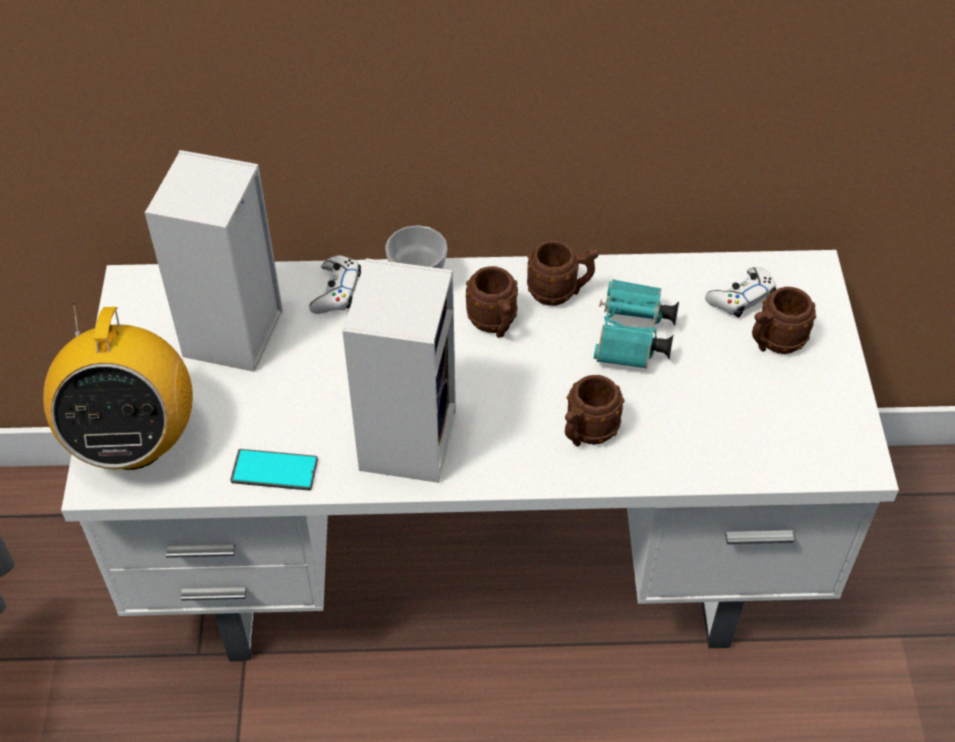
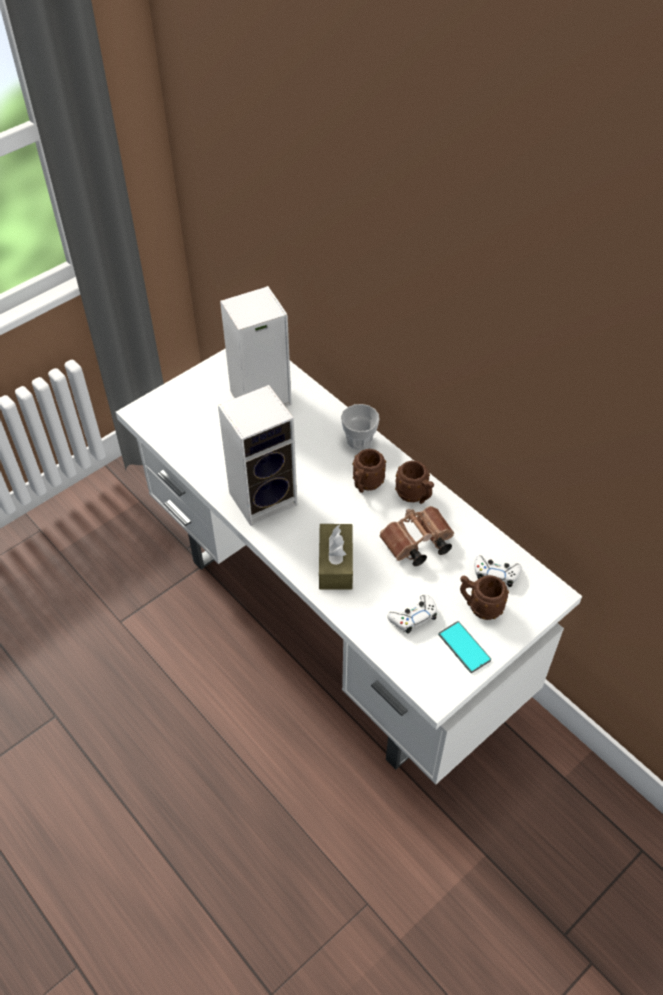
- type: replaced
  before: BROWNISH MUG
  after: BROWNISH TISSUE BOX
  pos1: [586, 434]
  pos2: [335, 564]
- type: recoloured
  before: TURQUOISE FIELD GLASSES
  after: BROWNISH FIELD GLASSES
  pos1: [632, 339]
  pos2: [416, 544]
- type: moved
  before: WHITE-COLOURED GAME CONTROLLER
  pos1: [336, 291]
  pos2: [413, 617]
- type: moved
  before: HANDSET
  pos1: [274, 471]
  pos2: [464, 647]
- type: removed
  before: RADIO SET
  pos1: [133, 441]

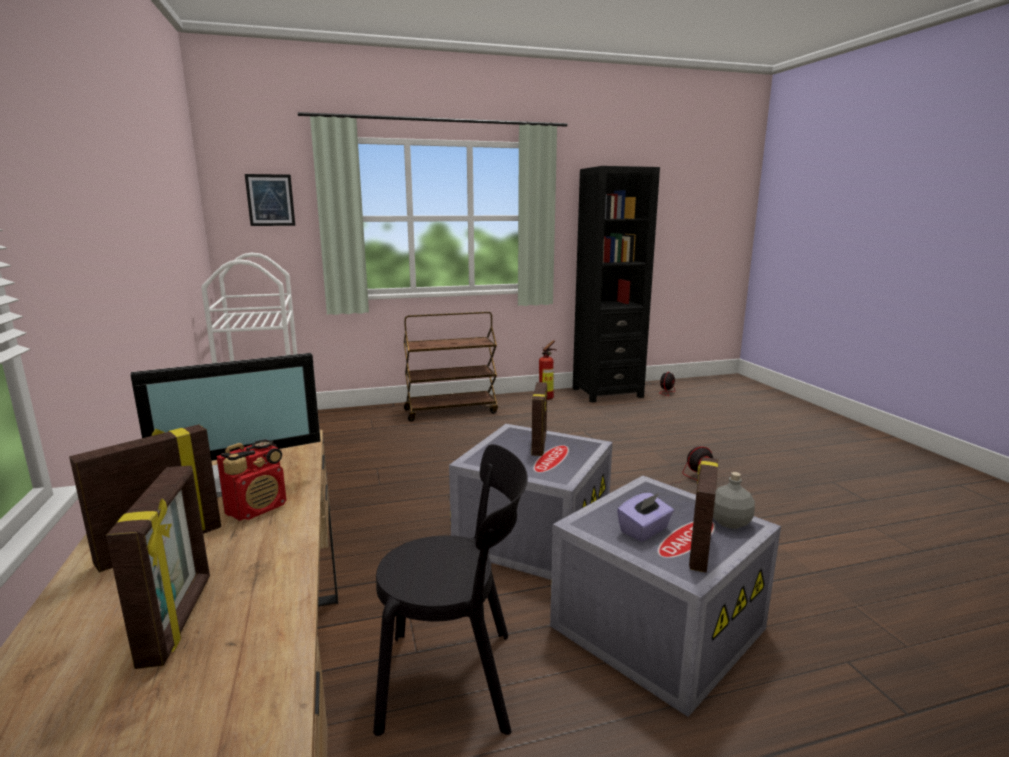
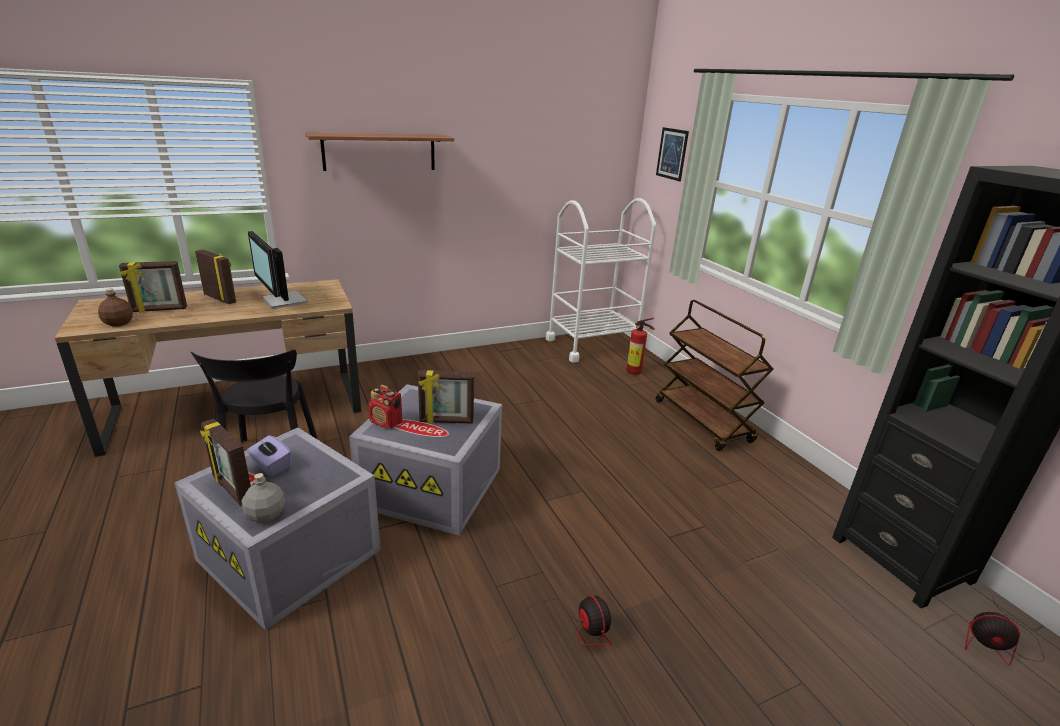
- type: added
  after: BROWNISH DRINK BOTTLE
  pos2: [118, 323]
- type: turned
  before: STANDING FRAME
  pos1: [698, 549]
  pos2: [232, 490]
  turn: -150
- type: added
  after: SHELF
  pos2: [379, 152]
- type: moved
  before: RADIO SET
  pos1: [258, 508]
  pos2: [386, 422]
- type: moved
  before: FIRE EXTINGUISHER
  pos1: [548, 397]
  pos2: [636, 372]

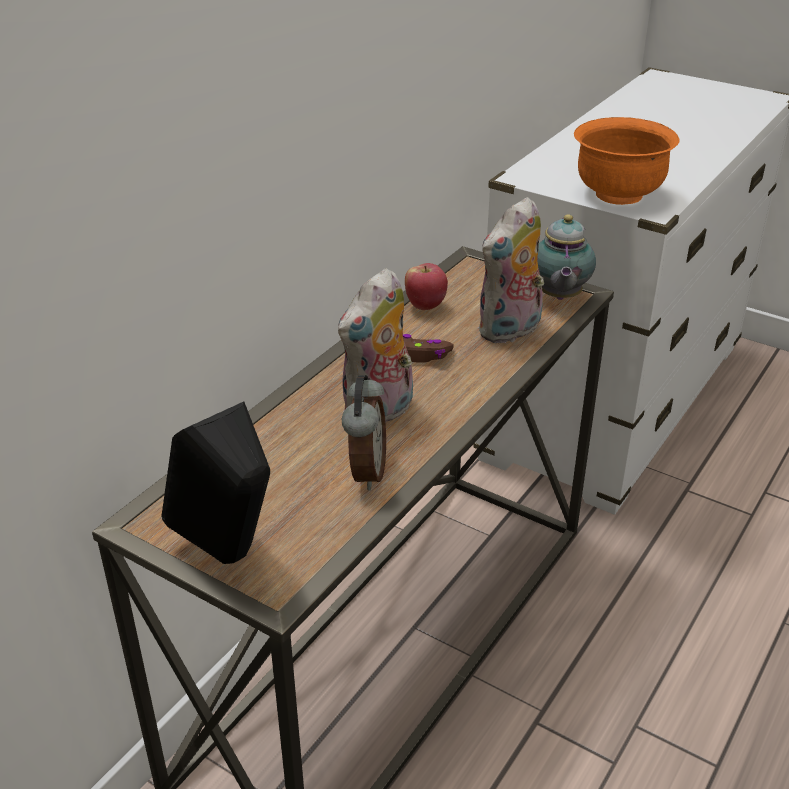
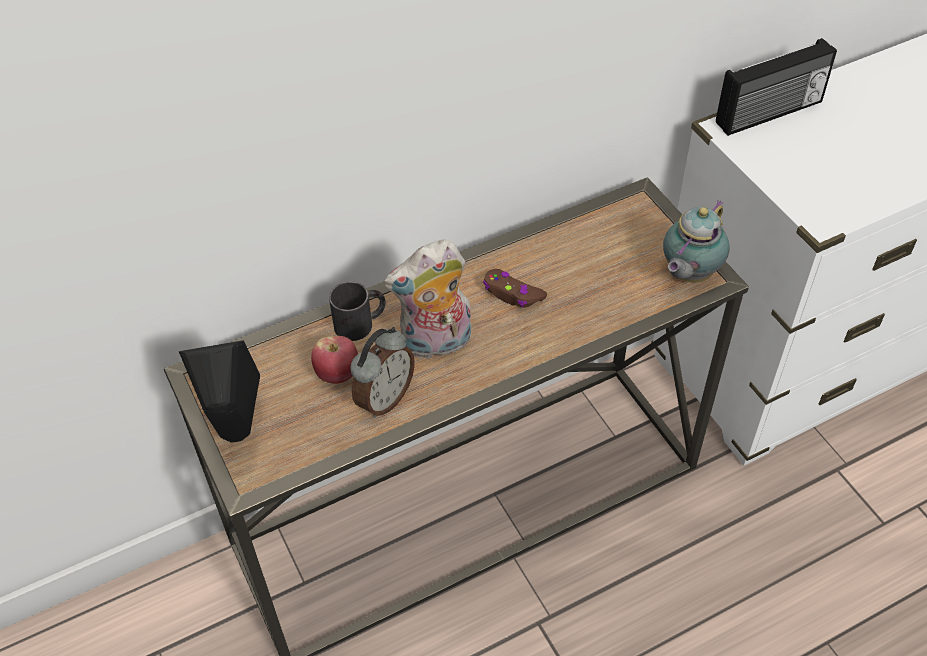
- type: moved
  before: WHOLE APPLE
  pos1: [425, 305]
  pos2: [338, 374]
- type: added
  after: BLACK MUG
  pos2: [361, 323]
- type: added
  after: RADIO SET
  pos2: [770, 113]
- type: removed
  before: CUDDLY TOY
  pos1: [510, 331]
- type: removed
  before: ORANGE DEEP DISH
  pos1: [618, 194]

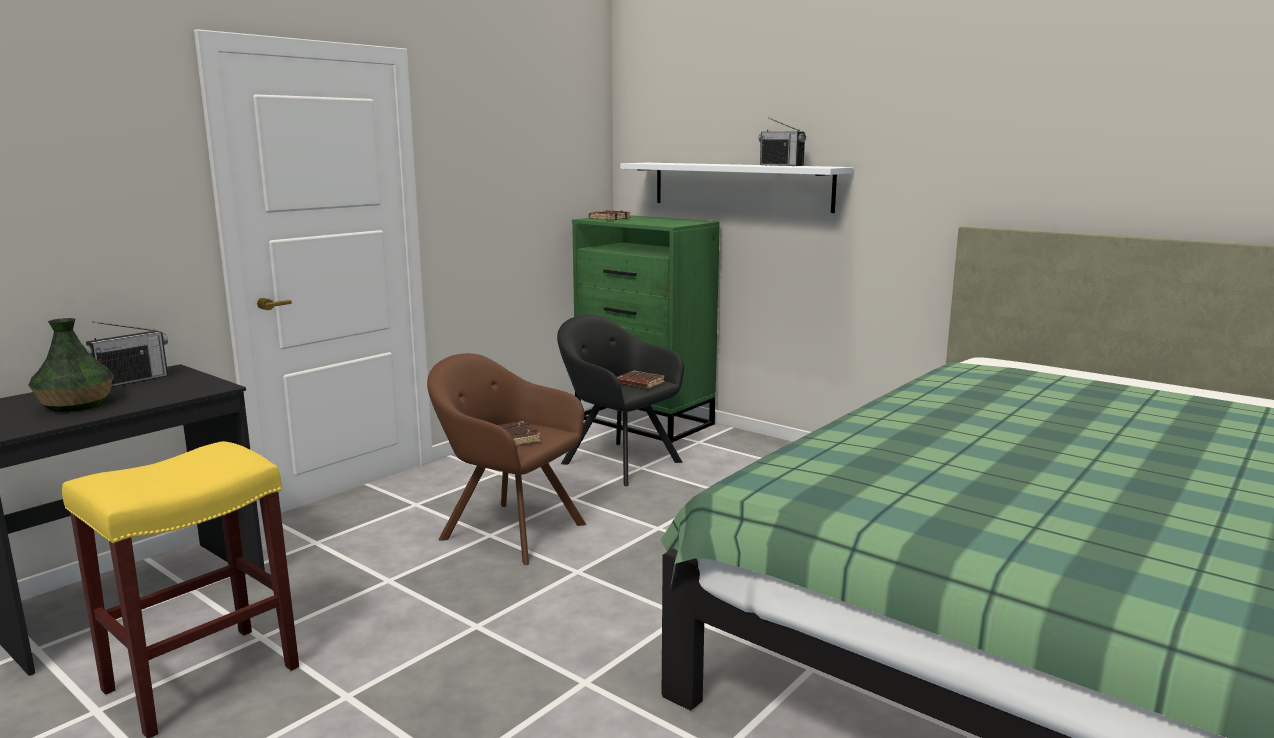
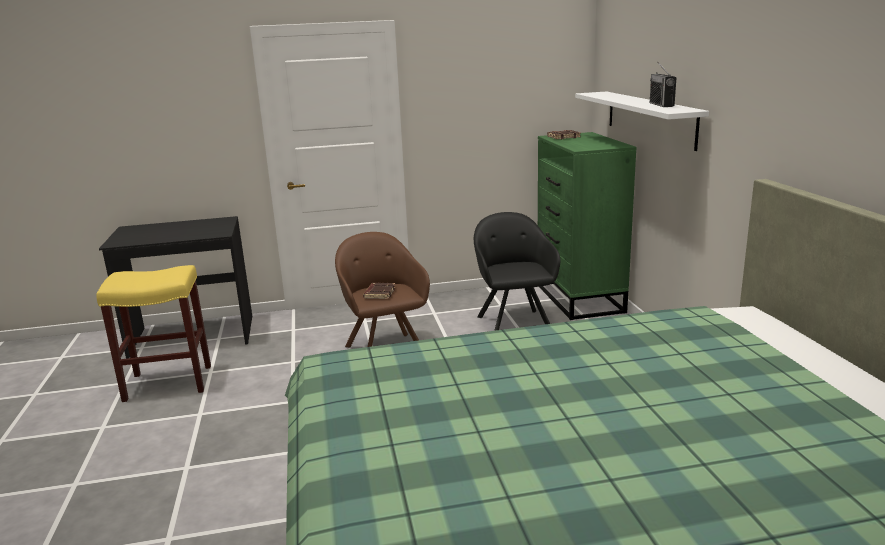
- type: removed
  before: DECORATIVE VASE
  pos1: [77, 405]
- type: removed
  before: RADIO SET
  pos1: [131, 381]
- type: removed
  before: BROWNISH BOOK
  pos1: [639, 383]

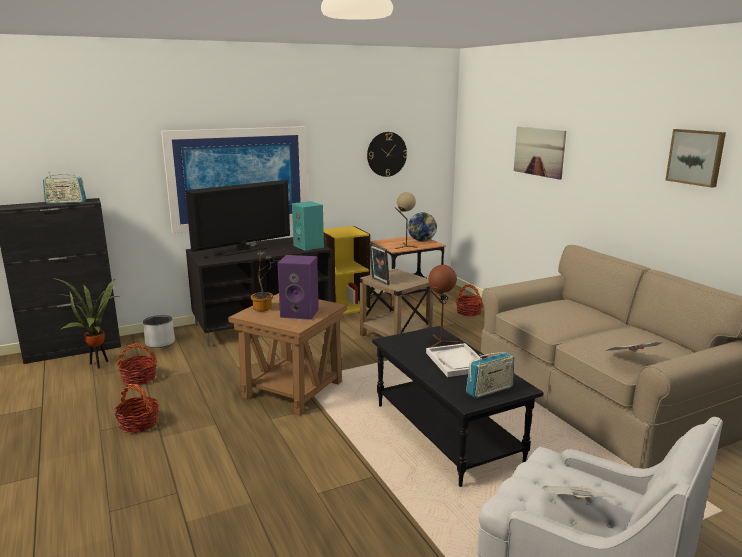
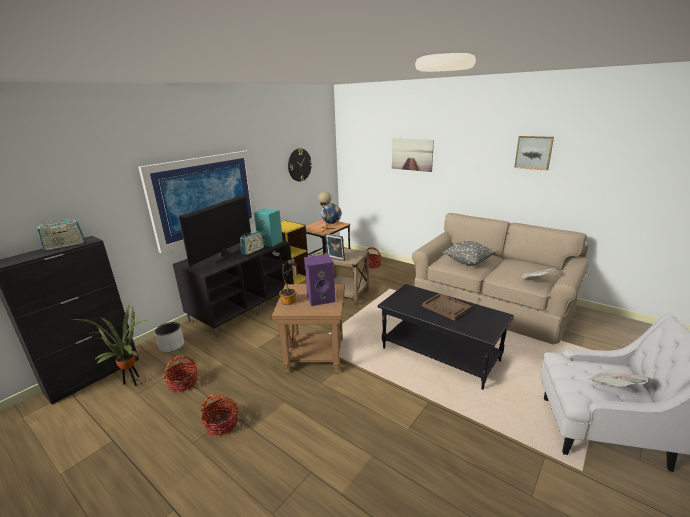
- type: moved
  before: RADIO SET
  pos1: [490, 390]
  pos2: [253, 251]
- type: recoloured
  before: WHITE-COLOURED CARRYING TRAY
  after: BROWNISH CARRYING TRAY
  pos1: [457, 362]
  pos2: [446, 307]
- type: added
  after: GREYISH CUSHION
  pos2: [468, 262]
- type: removed
  before: BROWNISH TABLE LAMP
  pos1: [439, 342]

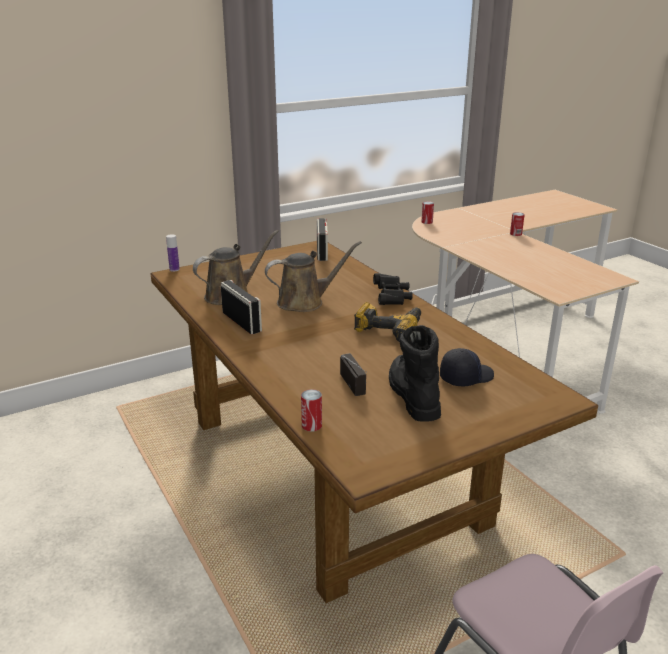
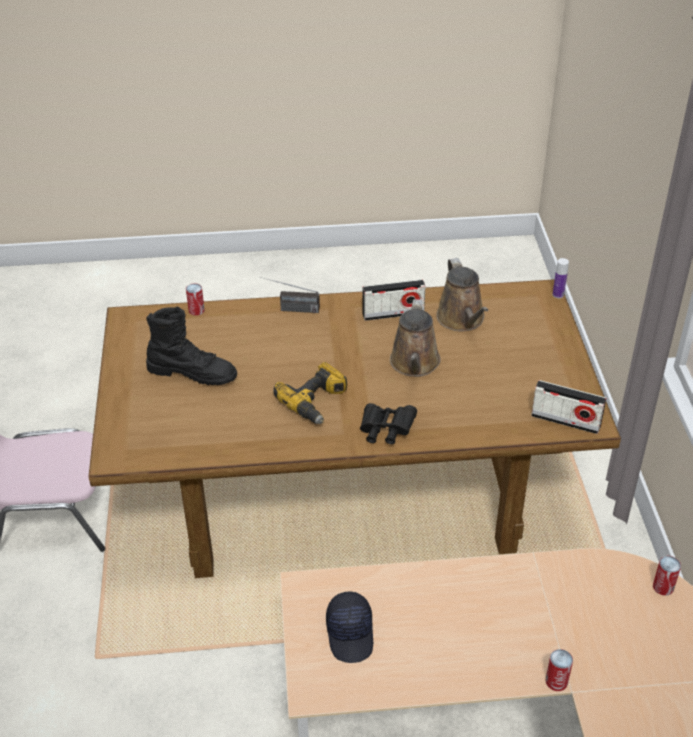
- type: moved
  before: RADIO SET
  pos1: [358, 390]
  pos2: [289, 309]
- type: moved
  before: BLACK BASEBALL CAP
  pos1: [465, 377]
  pos2: [351, 634]

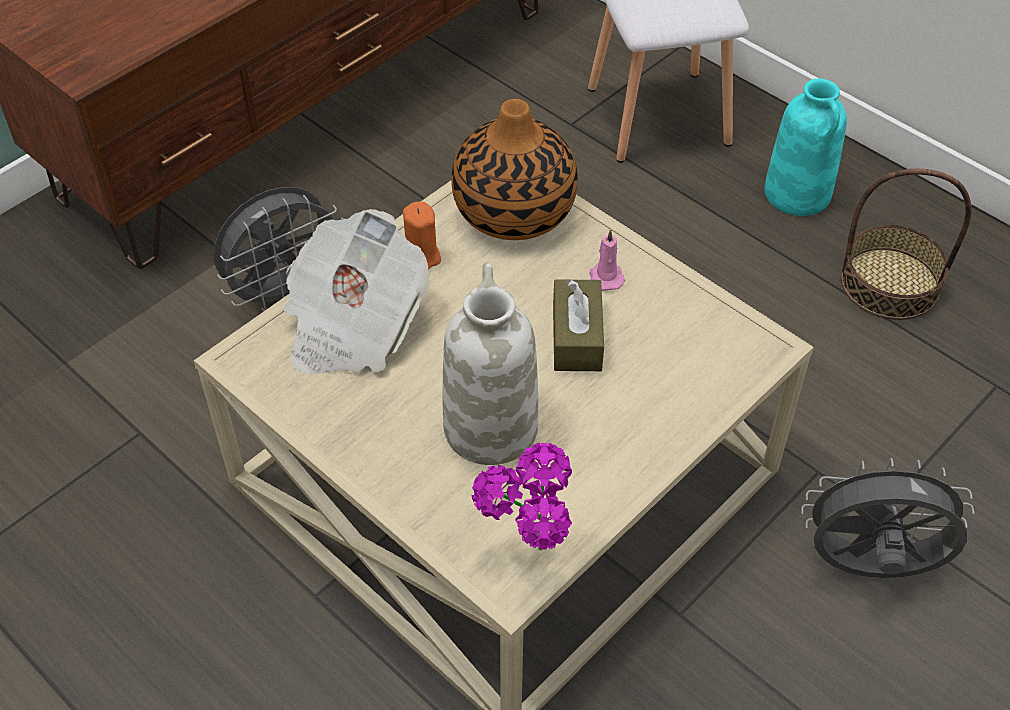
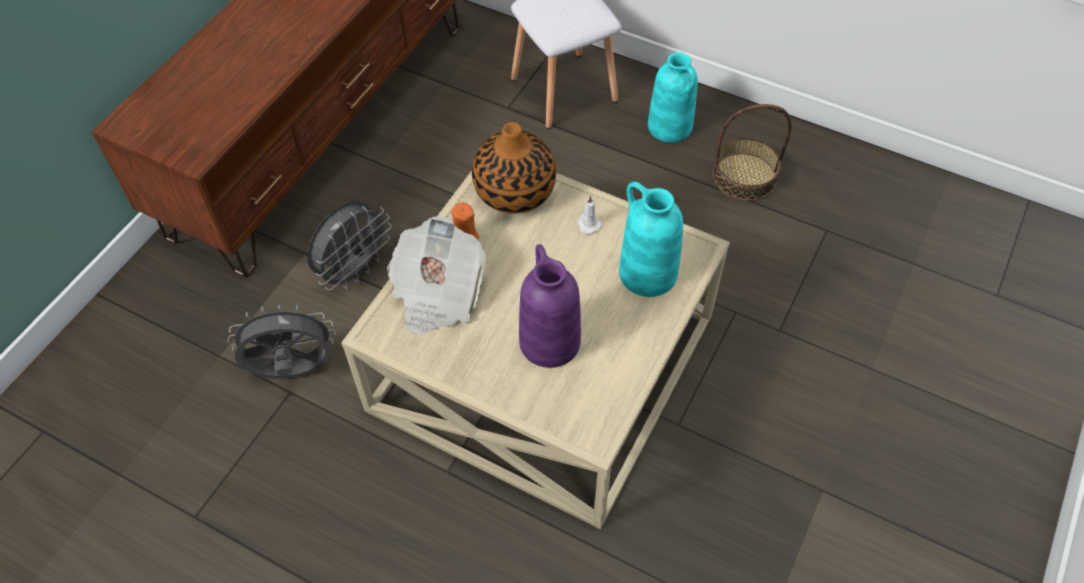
- type: moved
  before: GREYISH FAN
  pos1: [869, 569]
  pos2: [293, 372]
- type: recoloured
  before: WHITE-COLOURED DECORATIVE VASE
  after: PURPLISH DECORATIVE VASE
  pos1: [489, 426]
  pos2: [548, 341]
- type: recoloured
  before: PINK WAX LIGHT
  after: WHITE-COLOURED WAX LIGHT
  pos1: [605, 276]
  pos2: [588, 223]
- type: added
  after: TURQUOISE DECORATIVE VASE
  pos2: [646, 273]
- type: removed
  before: POTTED PLANT
  pos1: [527, 563]
- type: removed
  before: BROWNISH TISSUE BOX
  pos1: [577, 337]

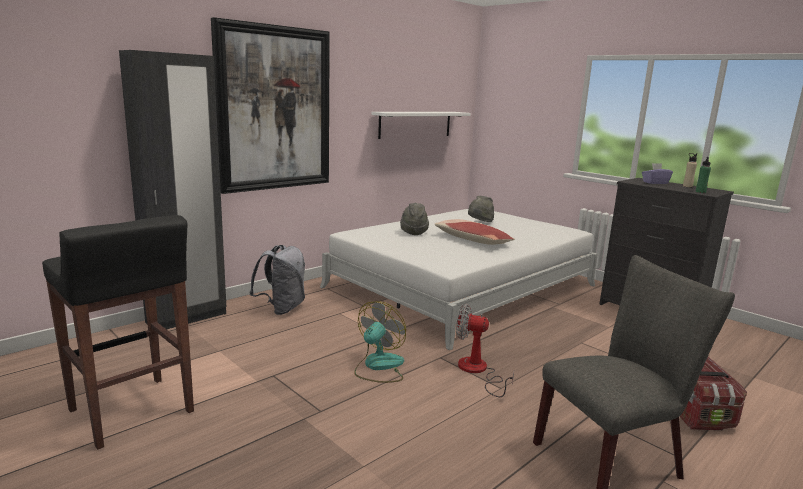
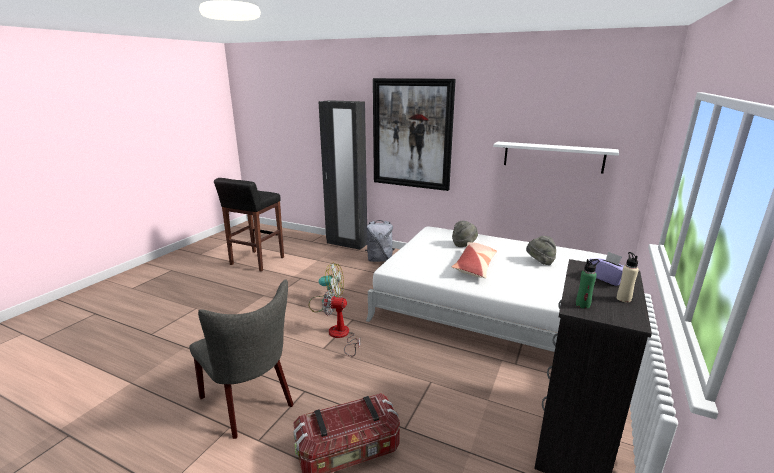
- type: turned
  before: FAN
  pos1: [477, 371]
  pos2: [342, 336]
  turn: -75

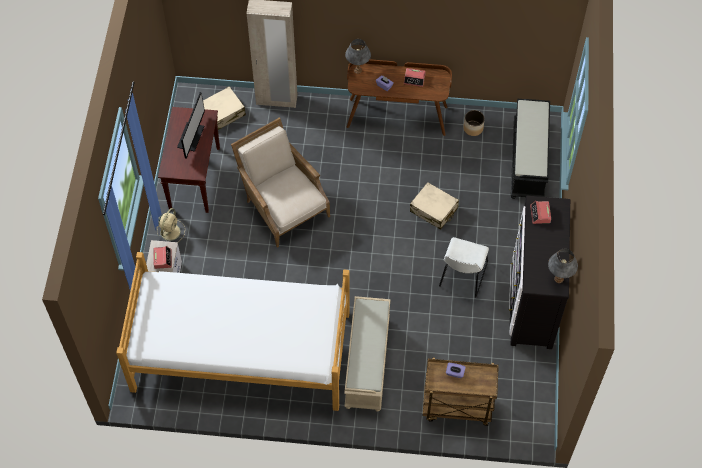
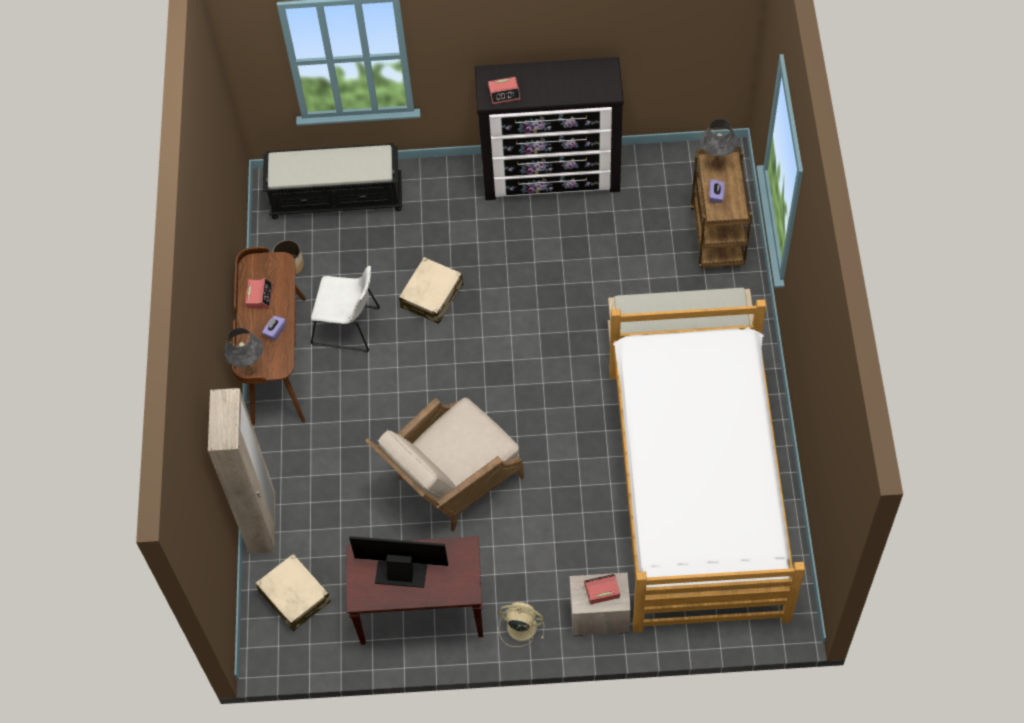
- type: moved
  before: WHITE-COLOURED PLAIN CHAIR
  pos1: [462, 276]
  pos2: [349, 327]
- type: moved
  before: GREYISH TABLE LAMP
  pos1: [559, 279]
  pos2: [716, 163]

